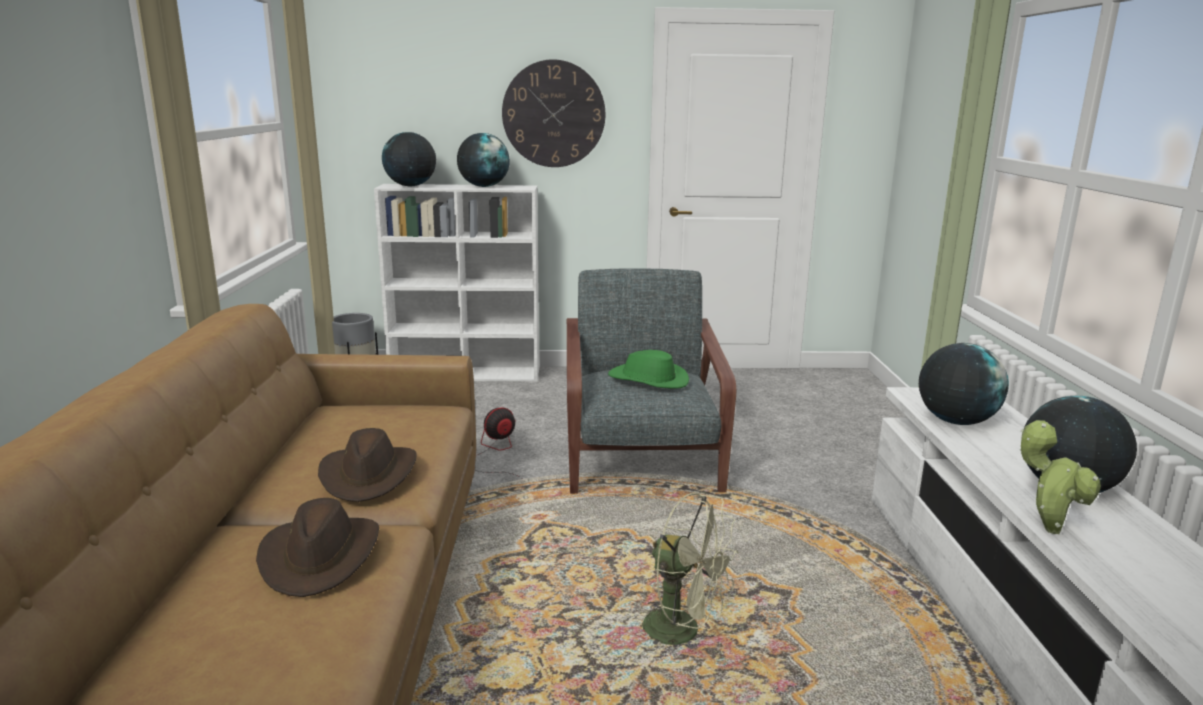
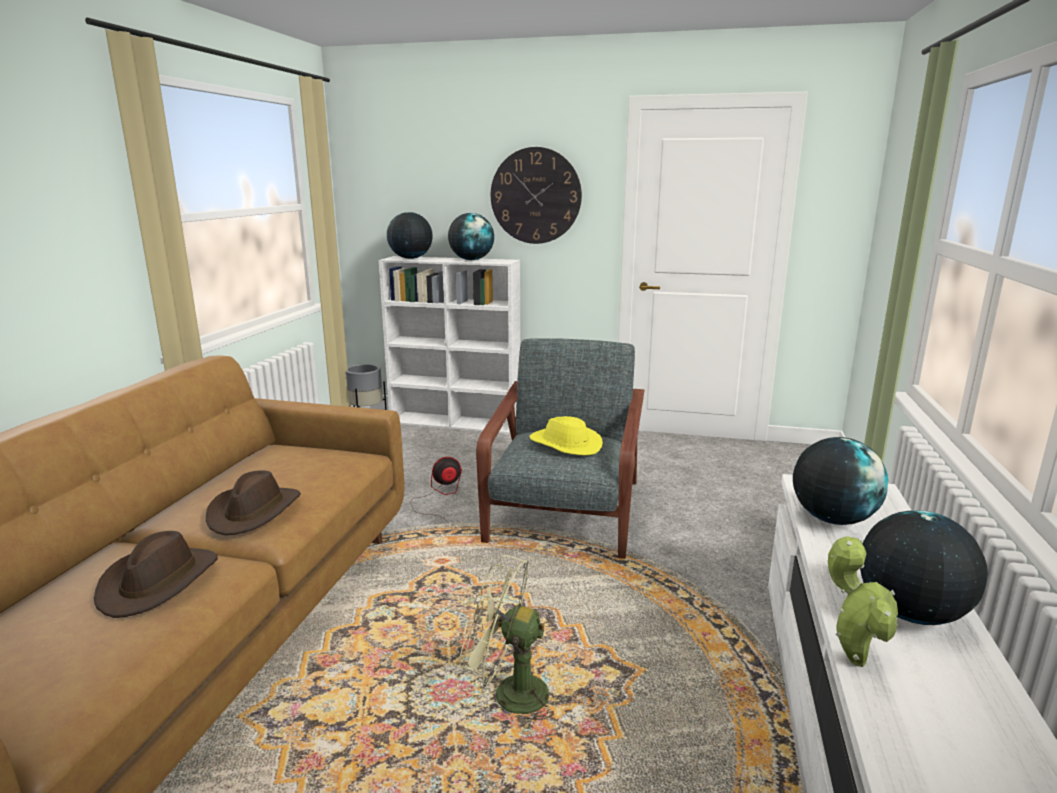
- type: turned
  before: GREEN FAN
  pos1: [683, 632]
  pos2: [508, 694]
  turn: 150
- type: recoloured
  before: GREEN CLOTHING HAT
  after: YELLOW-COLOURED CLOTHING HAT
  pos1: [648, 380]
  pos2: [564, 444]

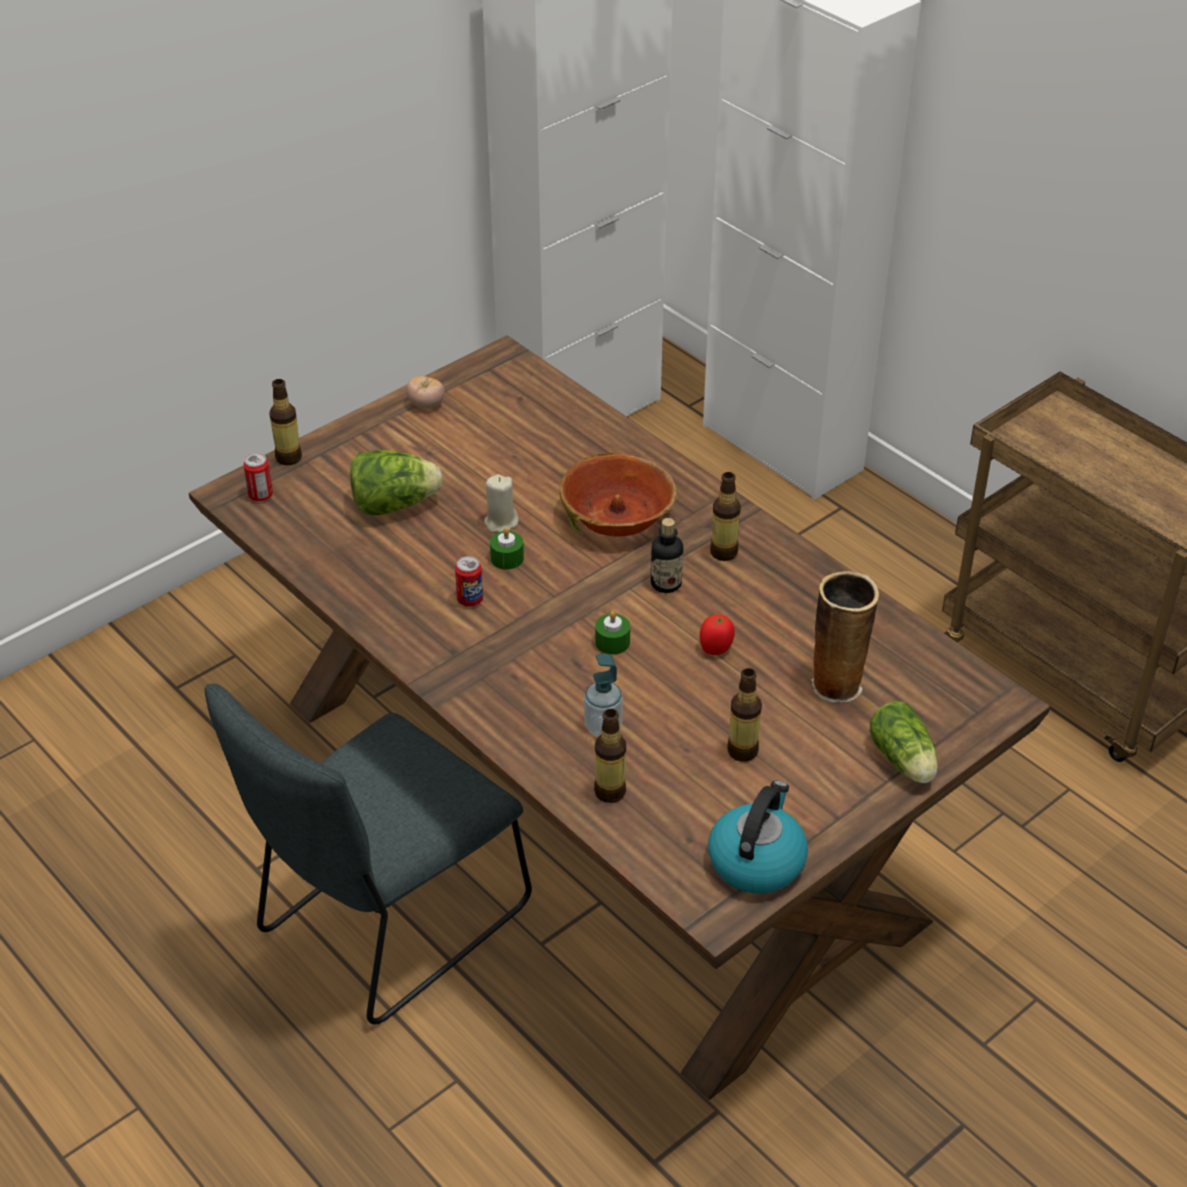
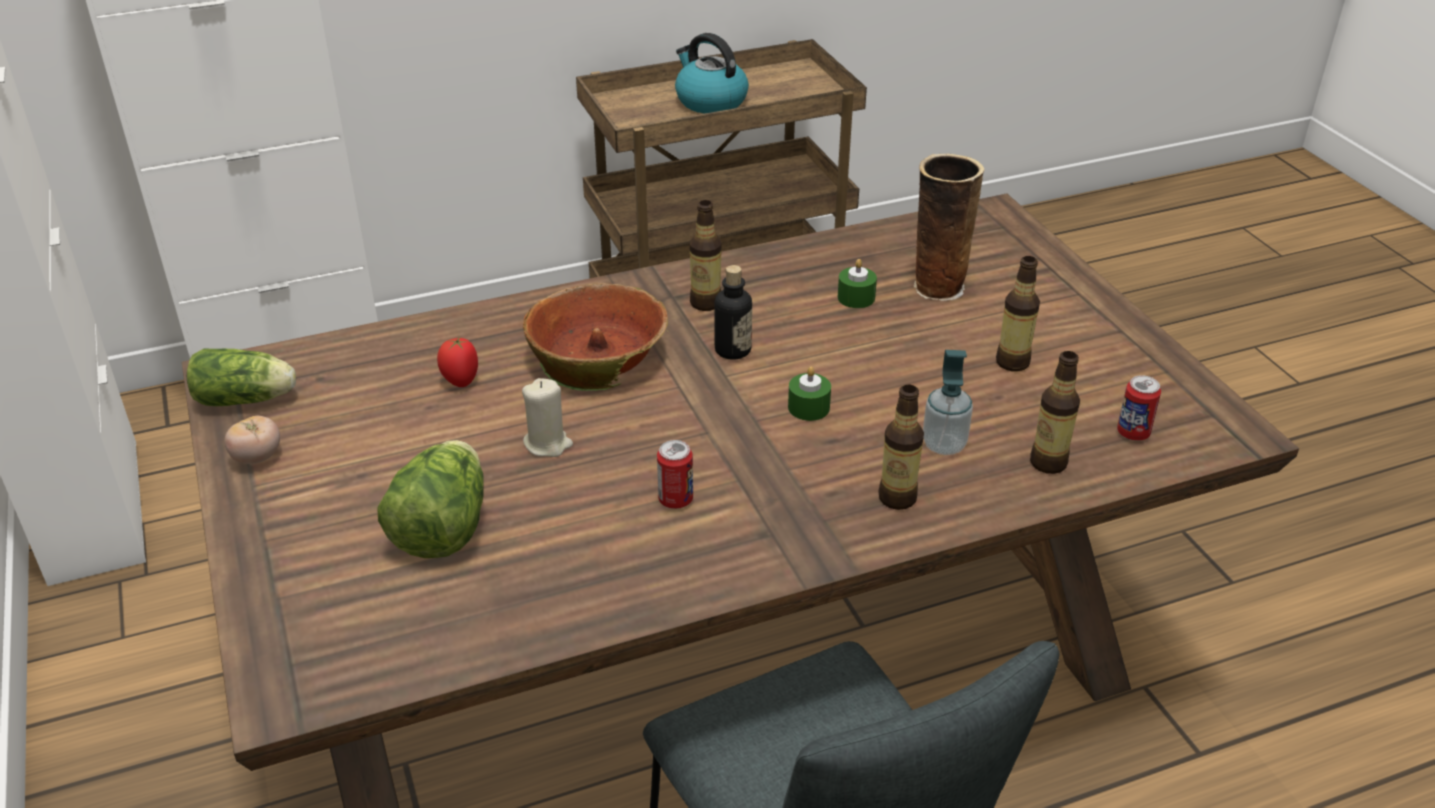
- type: moved
  before: HEAD OF LETTUCE
  pos1: [904, 761]
  pos2: [248, 399]
- type: moved
  before: FRESH TOMATO
  pos1: [716, 648]
  pos2: [460, 381]
- type: moved
  before: TEA KETTLE
  pos1: [756, 860]
  pos2: [710, 101]
- type: moved
  before: GREEN WAX LIGHT
  pos1: [507, 558]
  pos2: [856, 297]
- type: moved
  before: DRINK BOTTLE
  pos1: [288, 458]
  pos2: [897, 498]
- type: moved
  before: METAL CAN
  pos1: [260, 495]
  pos2: [1133, 433]

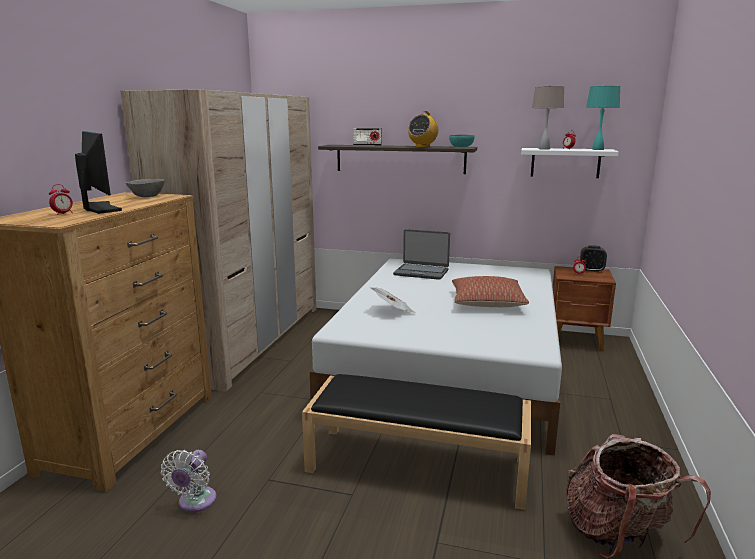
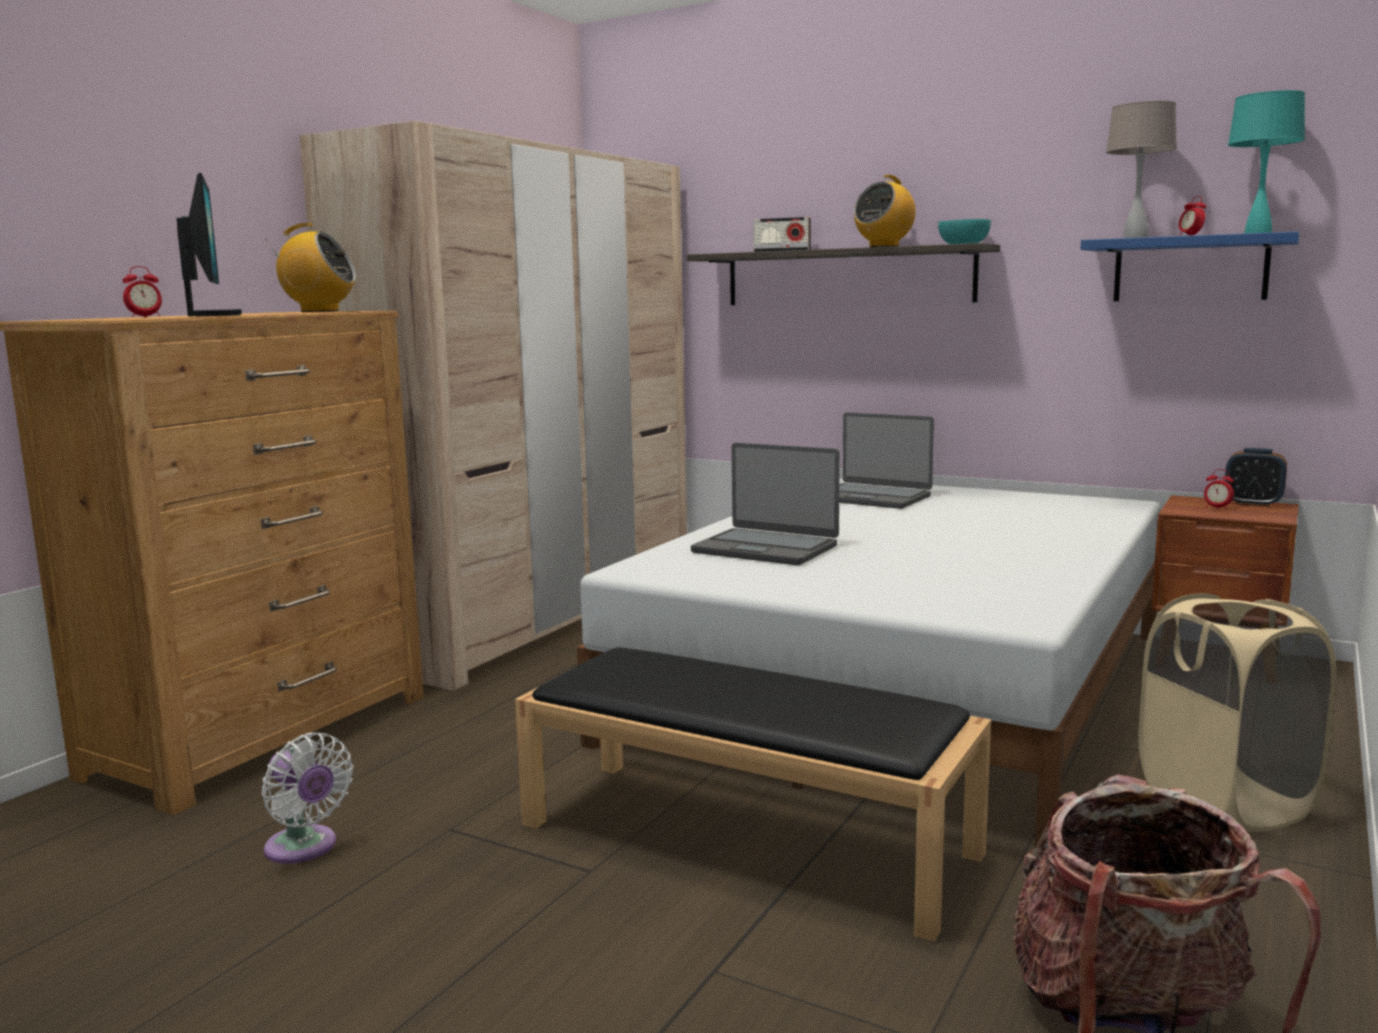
- type: turned
  before: WHITE-COLOURED FAN
  pos1: [195, 503]
  pos2: [304, 848]
  turn: -75
- type: replaced
  before: GREYISH DEEP DISH
  after: RADIO SET
  pos1: [147, 196]
  pos2: [319, 311]
- type: replaced
  before: NEWSPAPER
  after: LAPTOP
  pos1: [393, 311]
  pos2: [766, 549]
- type: recoloured
  before: WHITE-COLOURED SHELF
  after: BLUISH SHELF
  pos1: [565, 163]
  pos2: [1190, 269]
- type: added
  after: BEIGE HAMPER
  pos2: [1225, 801]
- type: removed
  before: CUSHION
  pos1: [487, 303]

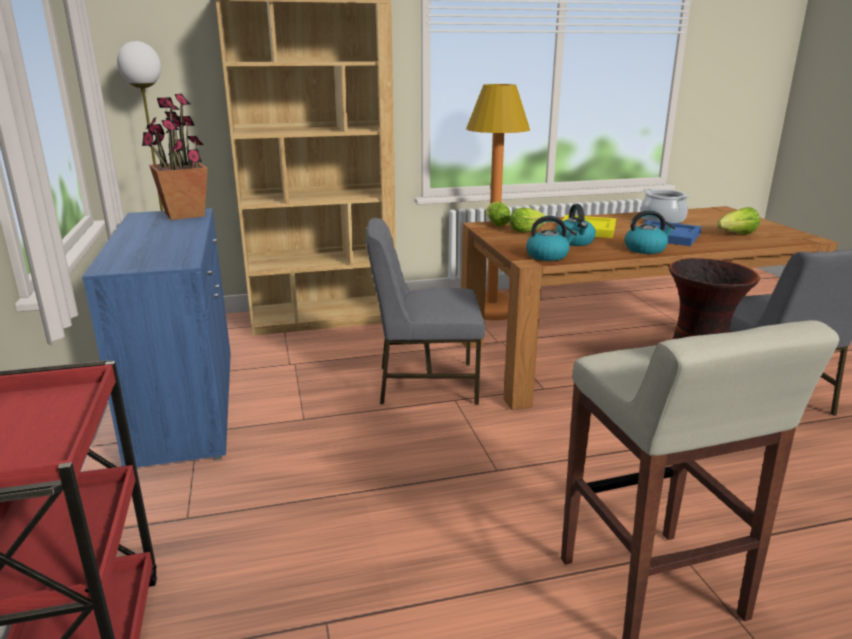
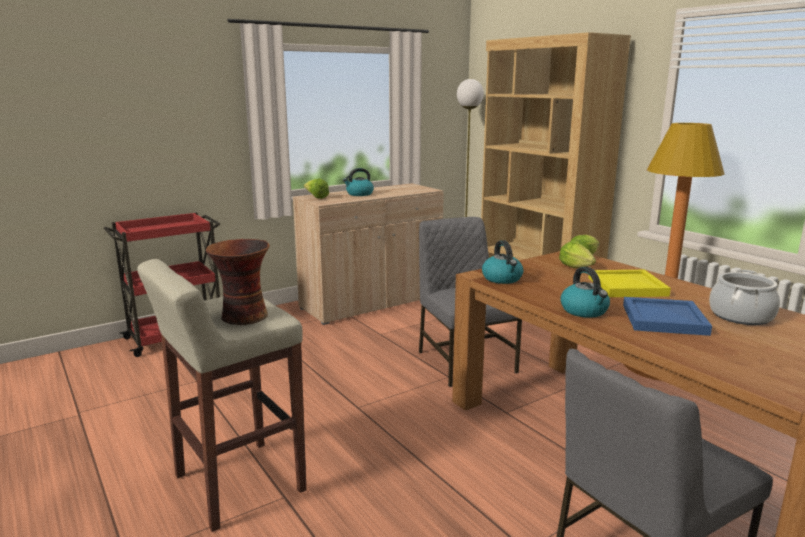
- type: recoloured
  before: BLUISH STORAGE CABINET
  after: BEIGE STORAGE CABINET
  pos1: [186, 405]
  pos2: [372, 302]
- type: moved
  before: HEAD OF LETTUCE
  pos1: [736, 234]
  pos2: [316, 197]
- type: moved
  before: TEA KETTLE
  pos1: [575, 242]
  pos2: [359, 194]
- type: removed
  before: POTTED PLANT
  pos1: [184, 215]

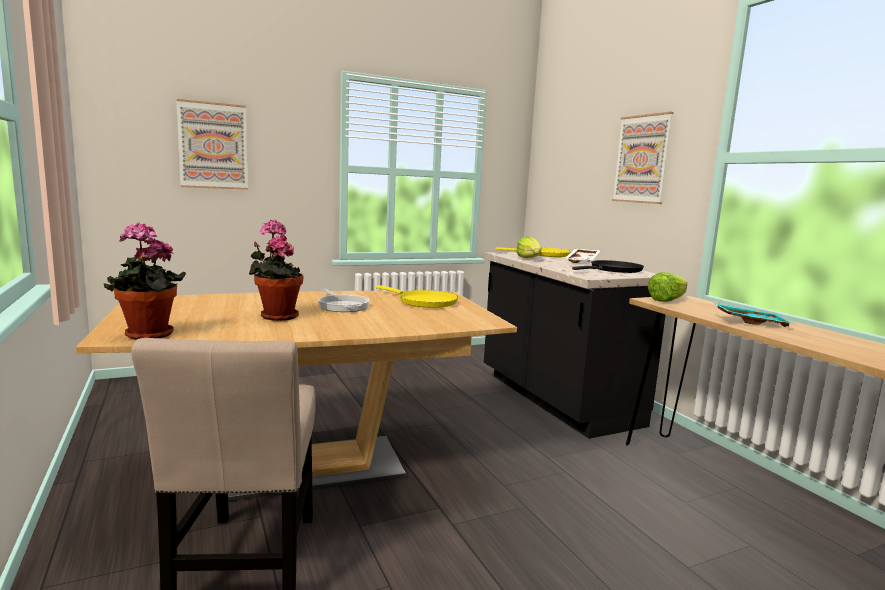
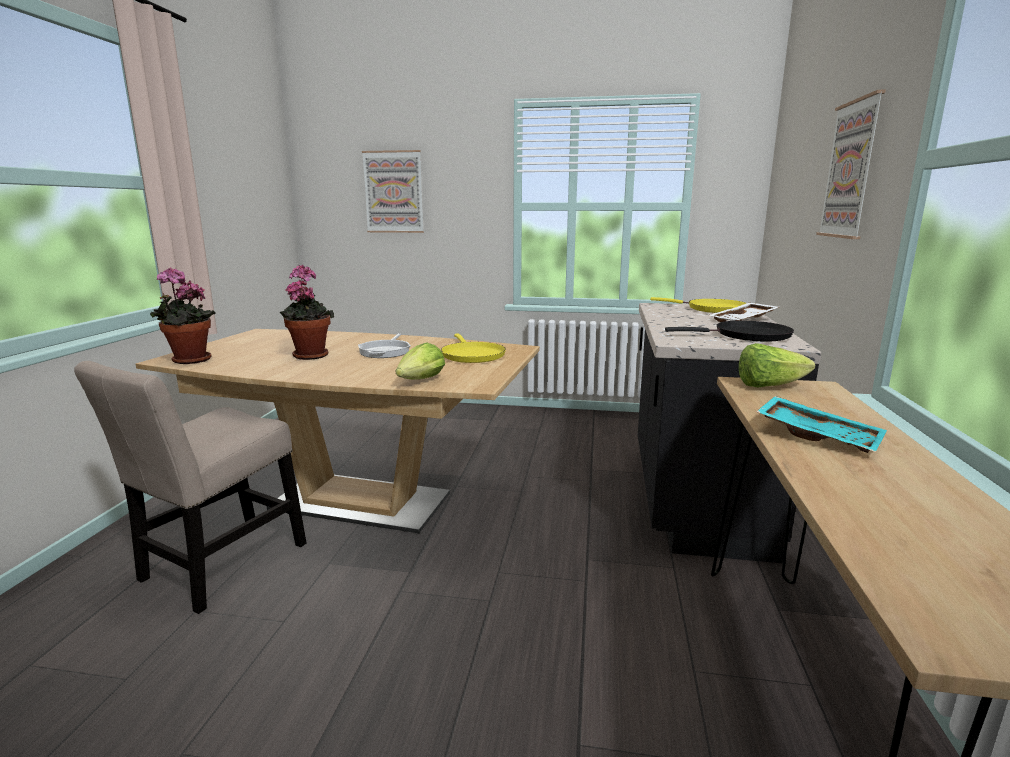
- type: moved
  before: HEAD OF LETTUCE
  pos1: [529, 259]
  pos2: [421, 380]

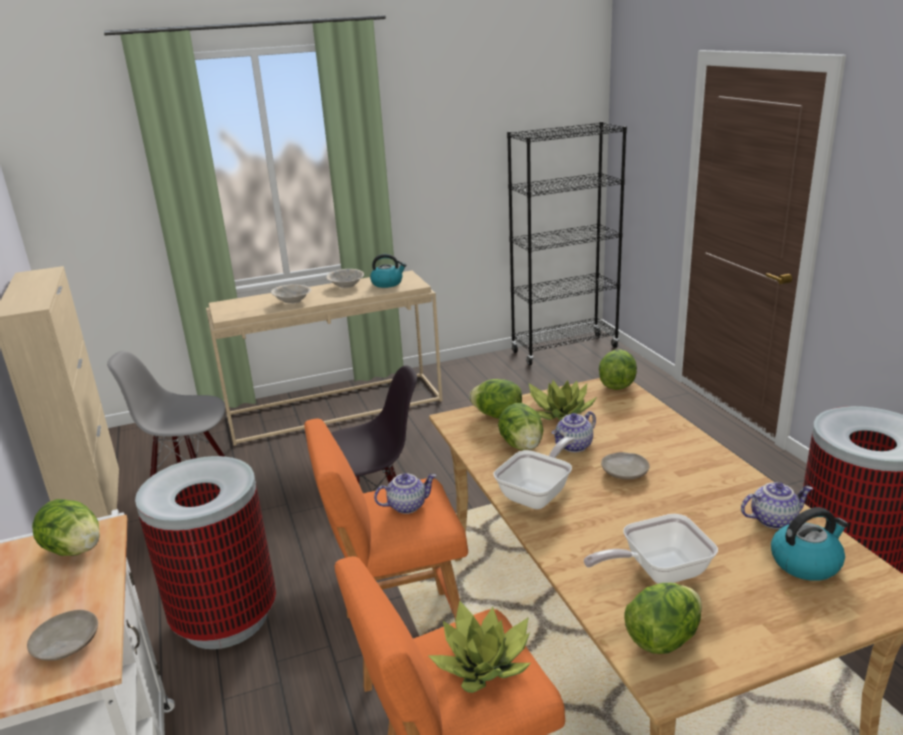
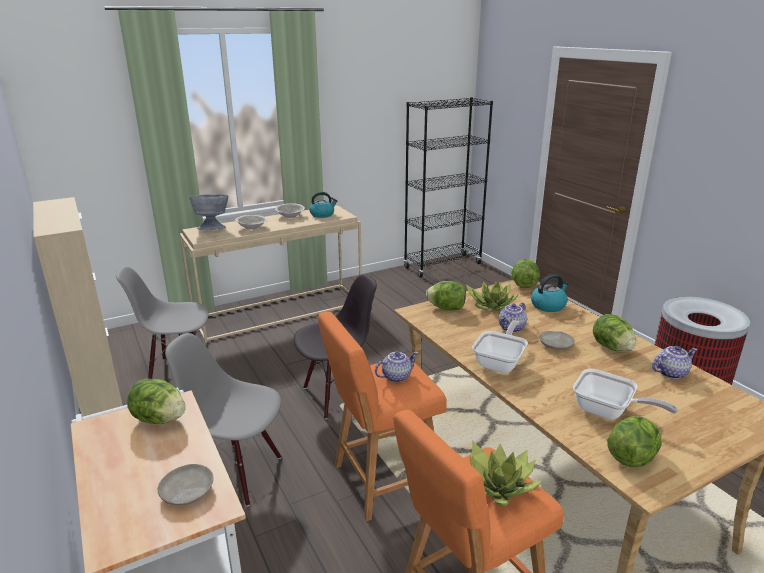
- type: replaced
  before: TRASH CAN
  after: GREYISH PLAIN CHAIR
  pos1: [225, 617]
  pos2: [238, 474]
- type: added
  after: GREYISH DEEP DISH
  pos2: [213, 228]
- type: moved
  before: TEA KETTLE
  pos1: [806, 562]
  pos2: [548, 305]
- type: turned
  before: PAN
  pos1: [657, 572]
  pos2: [608, 412]
  turn: -120
- type: moved
  before: HEAD OF LETTUCE
  pos1: [522, 446]
  pos2: [611, 347]

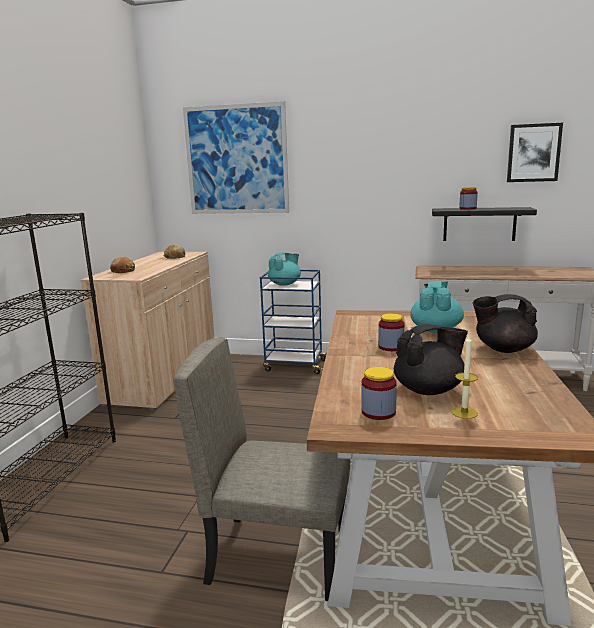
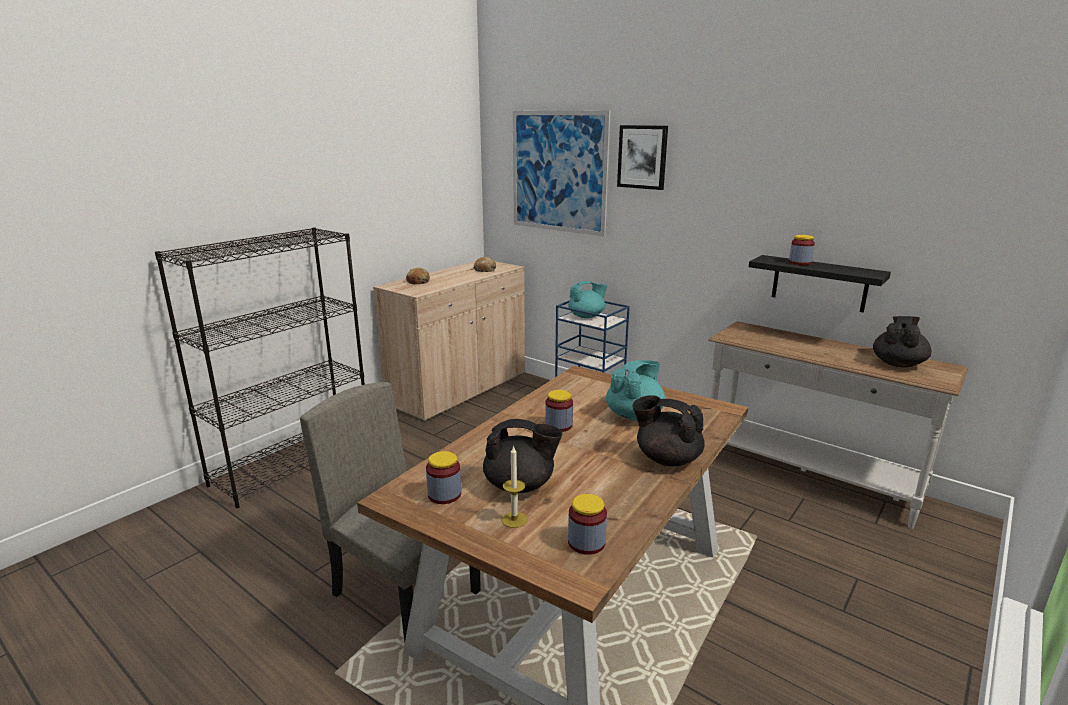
- type: added
  after: JAR
  pos2: [586, 542]
- type: moved
  before: PICTURE
  pos1: [533, 153]
  pos2: [642, 157]
- type: added
  after: BLACK POT FOR TEA
  pos2: [898, 363]

